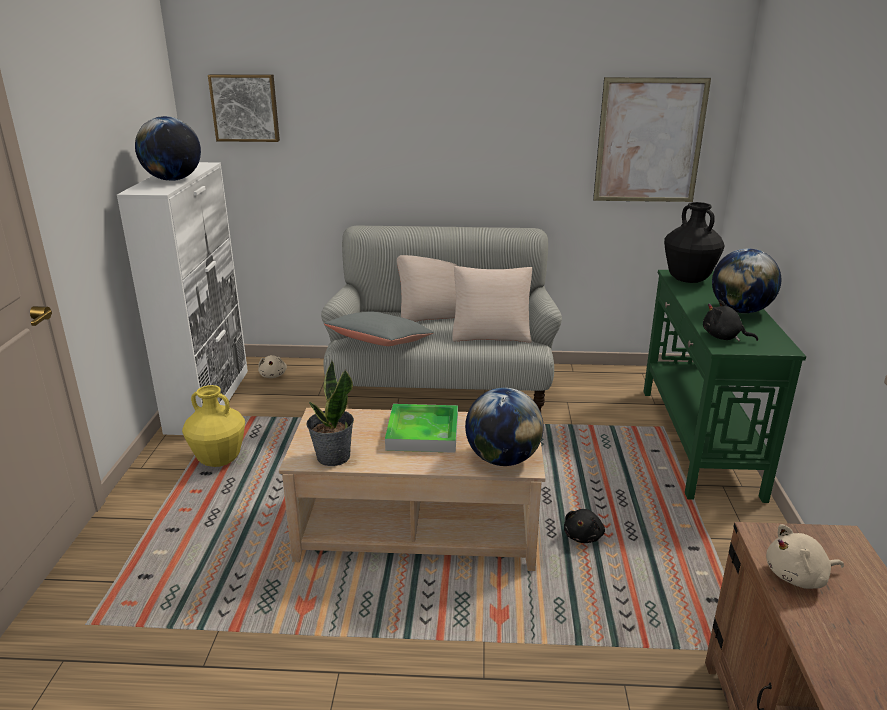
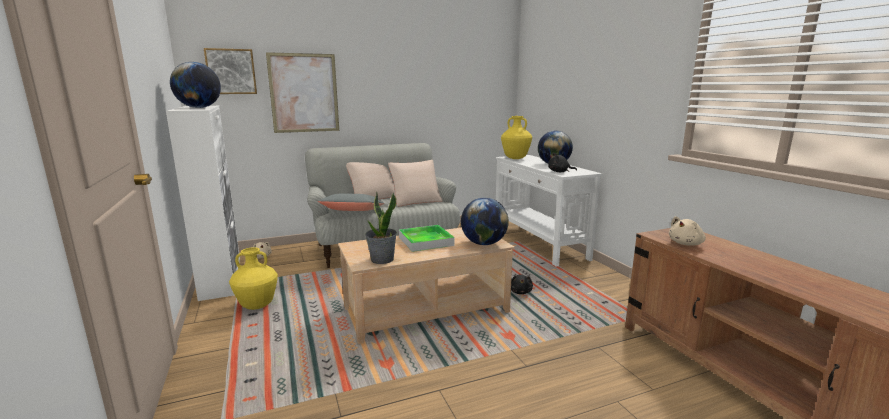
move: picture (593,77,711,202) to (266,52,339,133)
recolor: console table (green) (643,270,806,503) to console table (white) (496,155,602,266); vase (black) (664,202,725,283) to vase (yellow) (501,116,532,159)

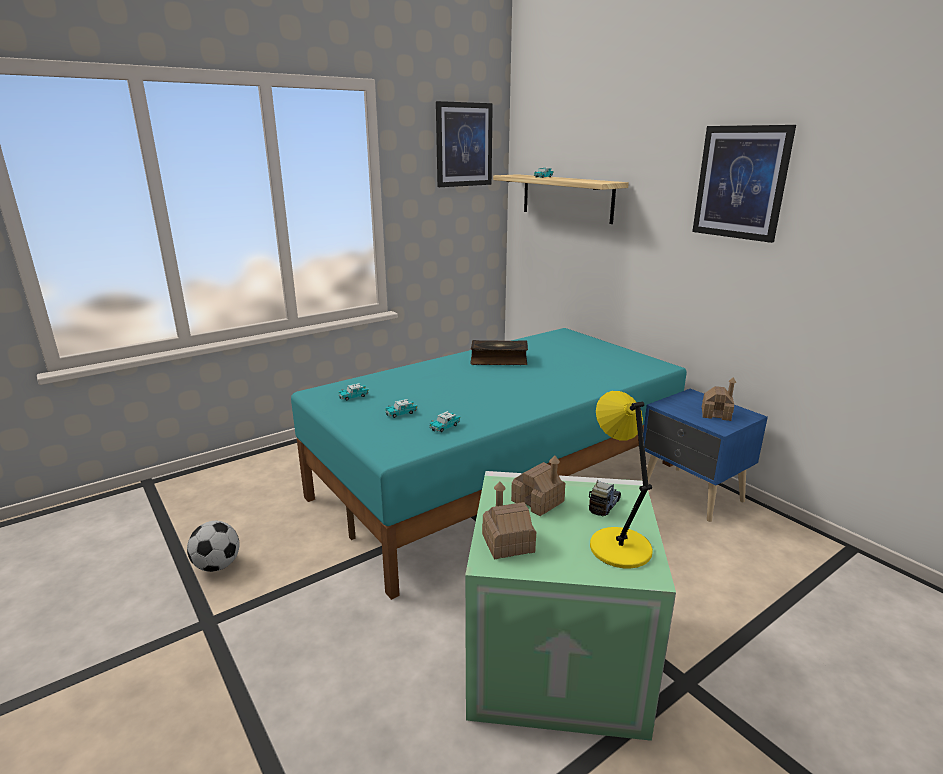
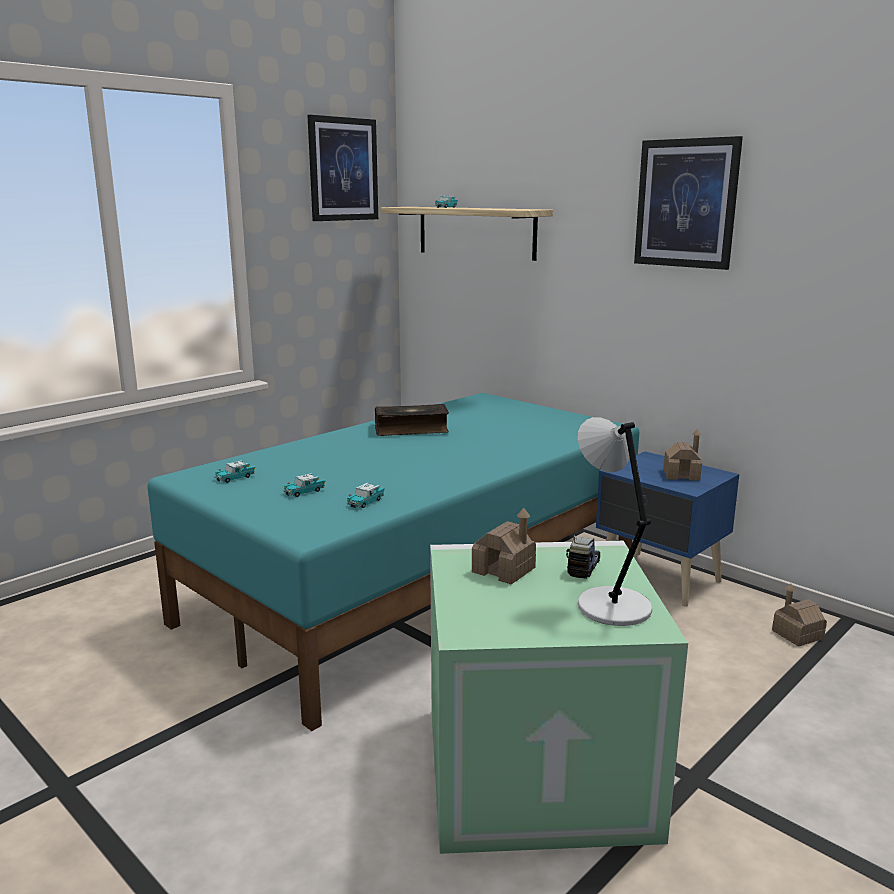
delete: football (187,521,240,572)
move: toy house (482,482,536,559) to (772,584,827,647)
recolor: table lamp (yellow) (590,391,653,568) to table lamp (grey) (578,417,652,626)

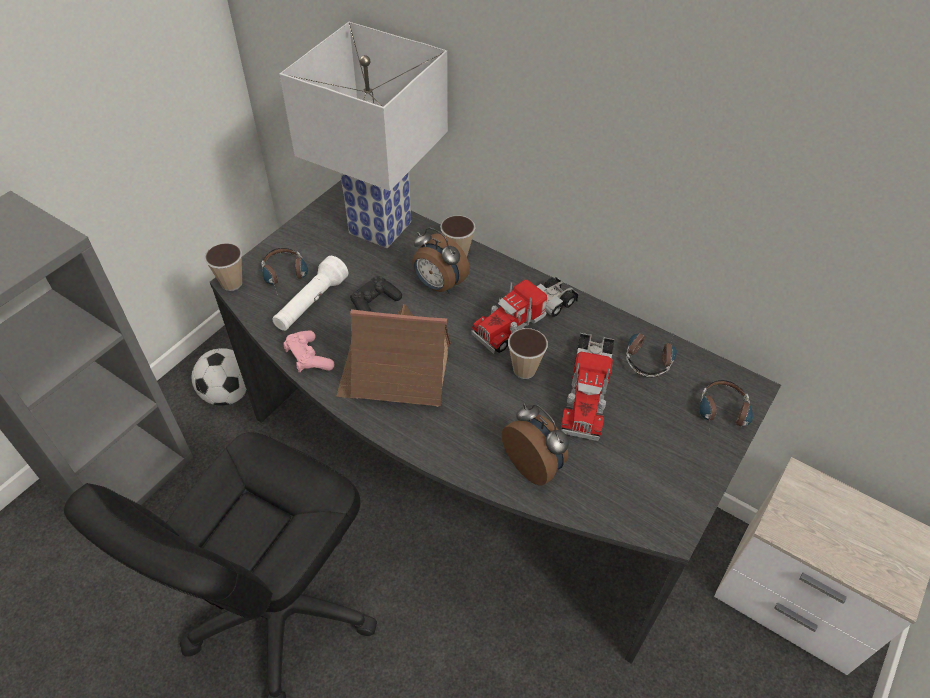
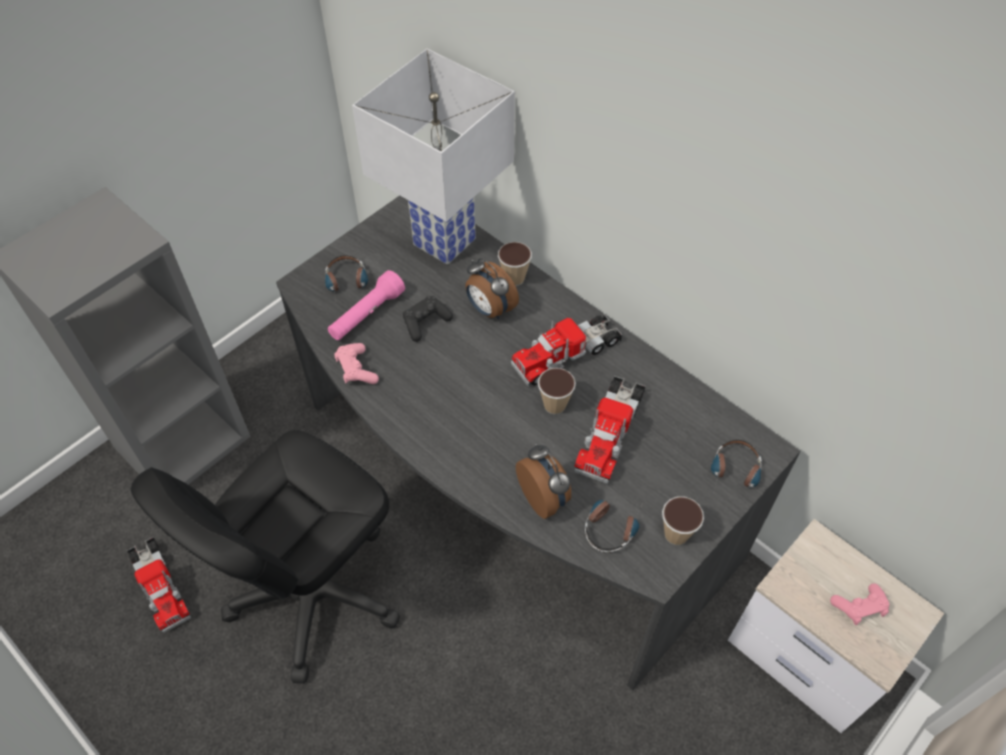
delete: football (192,348,247,406); toy house (336,304,451,407)
insert: toy truck (126,537,191,633); game controller (pink) (830,583,889,625)
move: headphones (626,333,677,378) to (585,500,645,553); cup (204,243,242,291) to (662,497,704,545)
recolor: flashlight (white) (273,256,348,331) to flashlight (pink) (328,270,405,340)

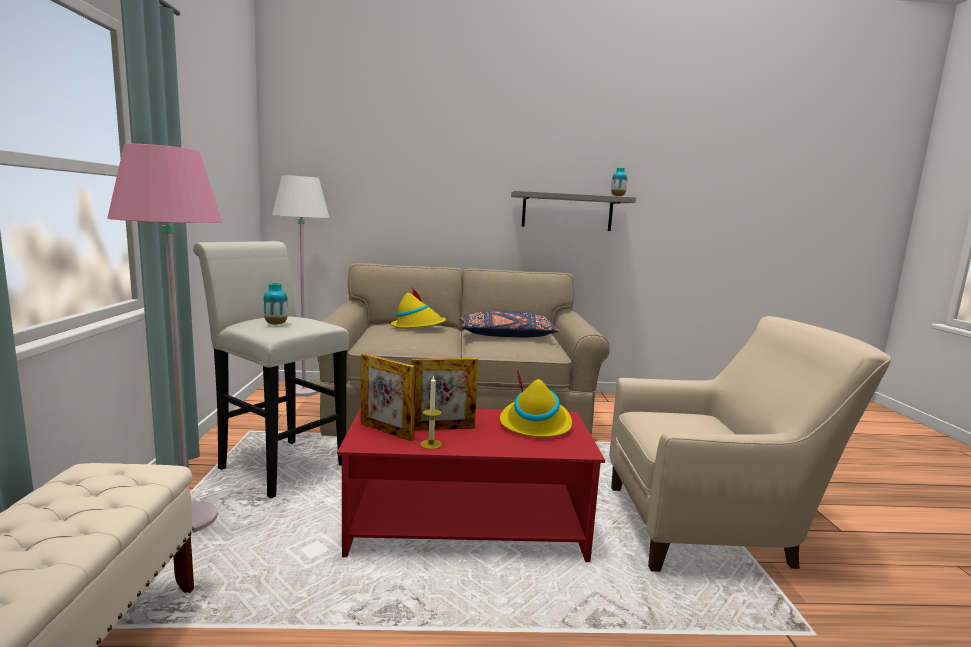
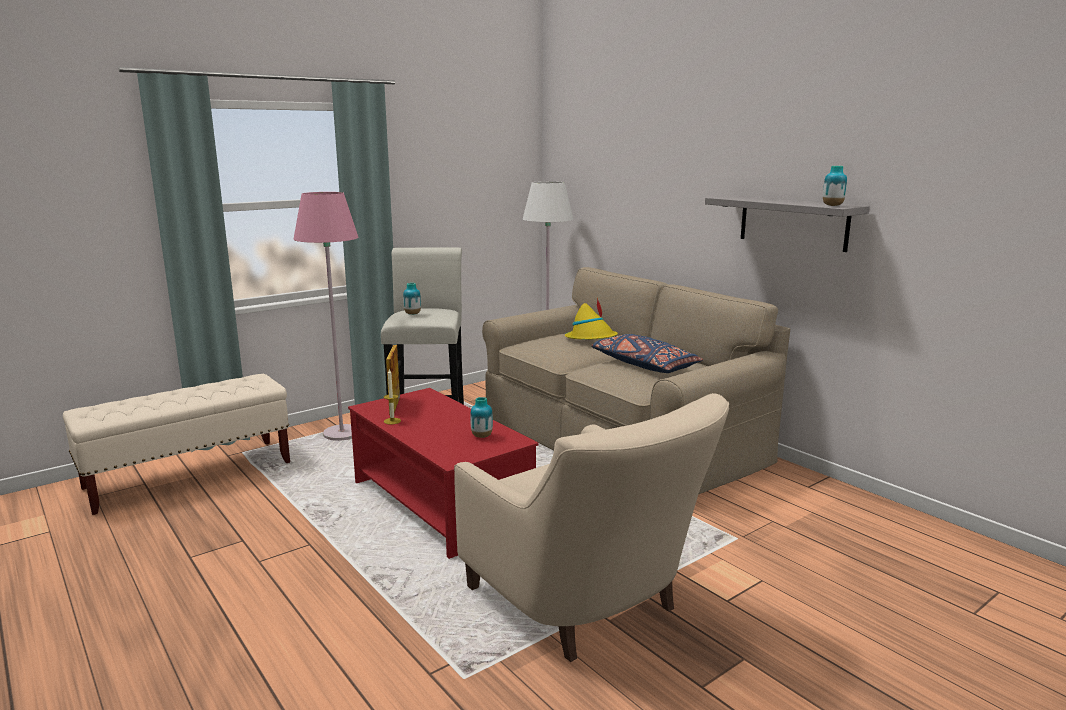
delete: picture frame (411,358,478,431)
replace: hat (yellow) (500,370,572,438) to vase (470,397,493,438)

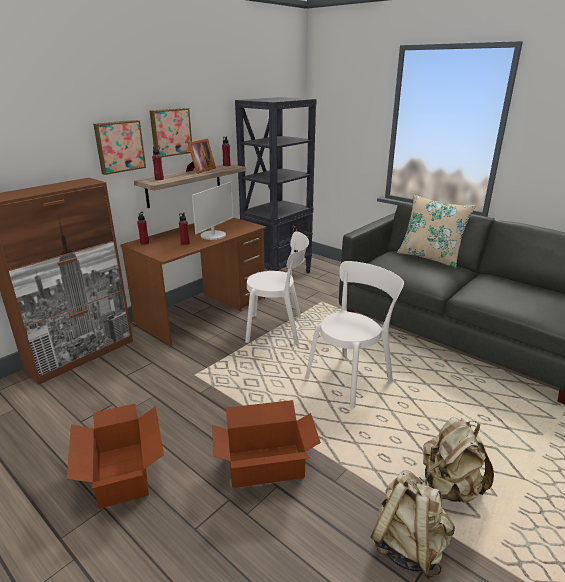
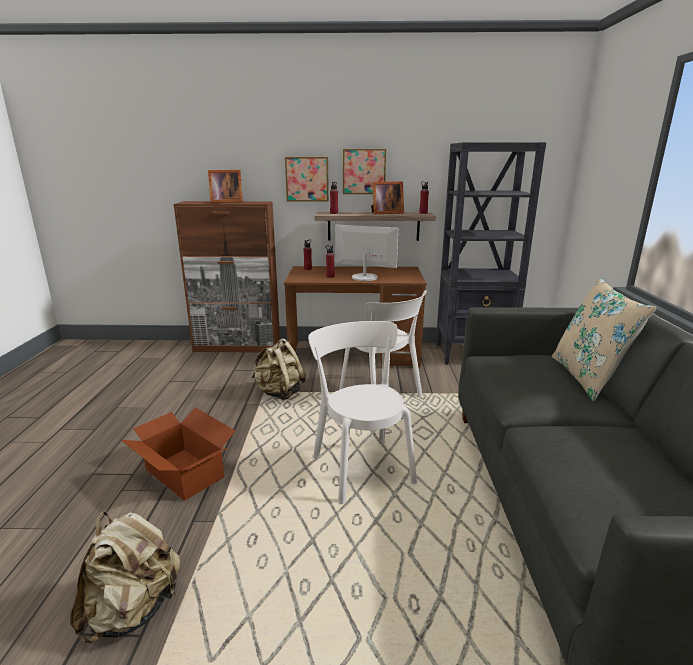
delete: cardboard box (67,403,164,509)
insert: picture frame (208,170,243,203)
move: backpack (beige) (423,417,494,503) to (252,338,306,401)
rotate: chair (white) (305,261,404,408) = (308,321,417,504) 120 degrees counterclockwise; monitor (192,182,234,240) = (335,225,398,281) 150 degrees counterclockwise

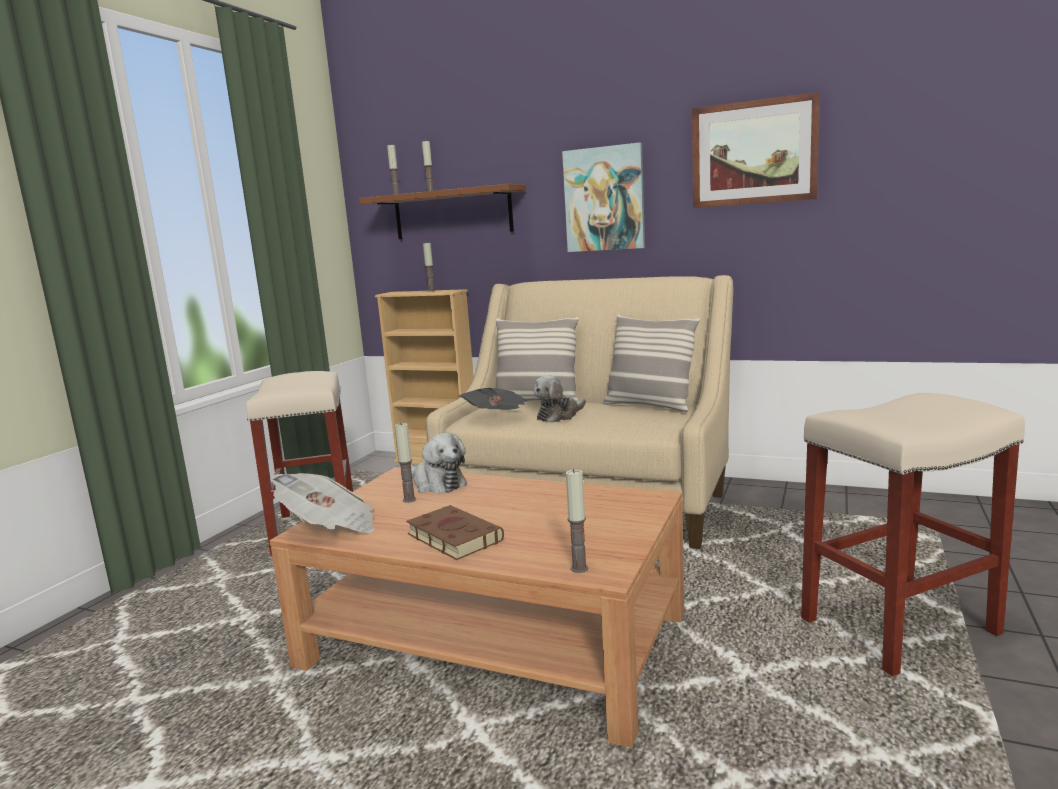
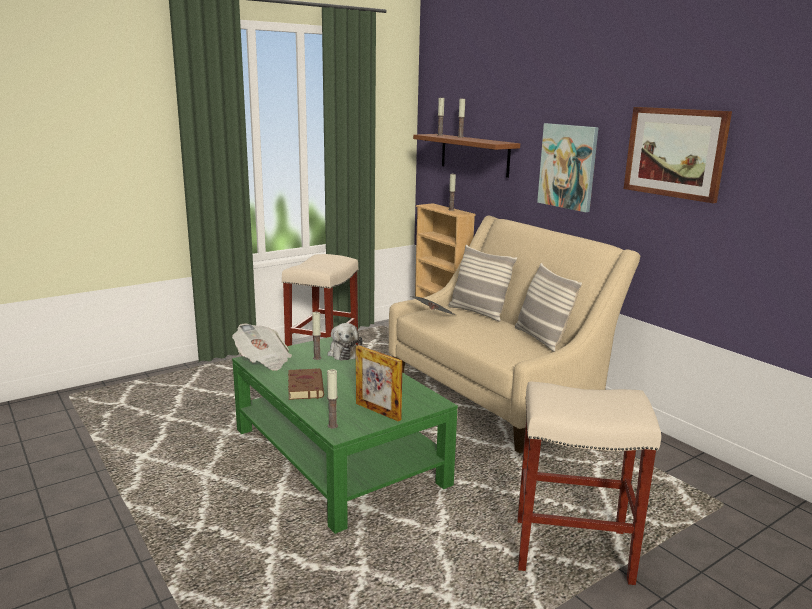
delete: plush toy (534,375,586,423)
insert: picture frame (356,345,403,422)
recolor: coffee table (brown) (270,467,684,748) to coffee table (green) (232,337,458,534)

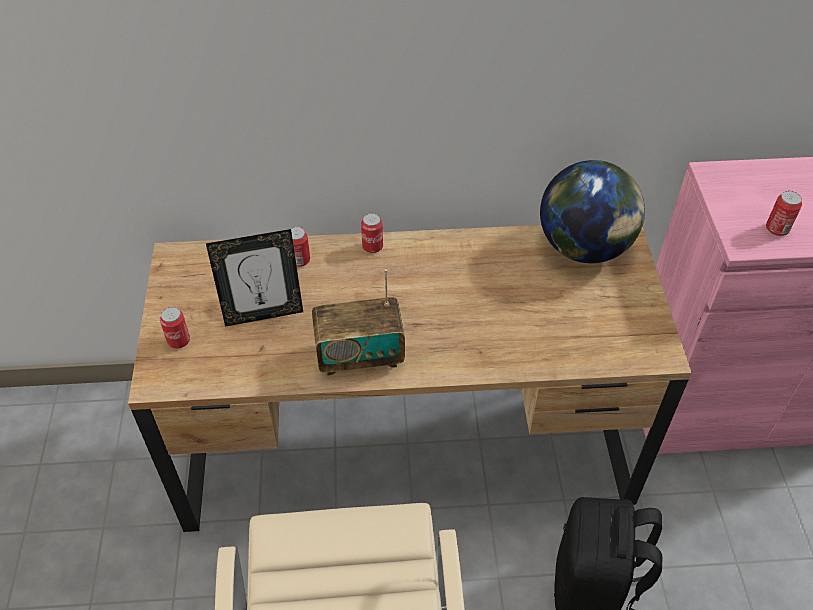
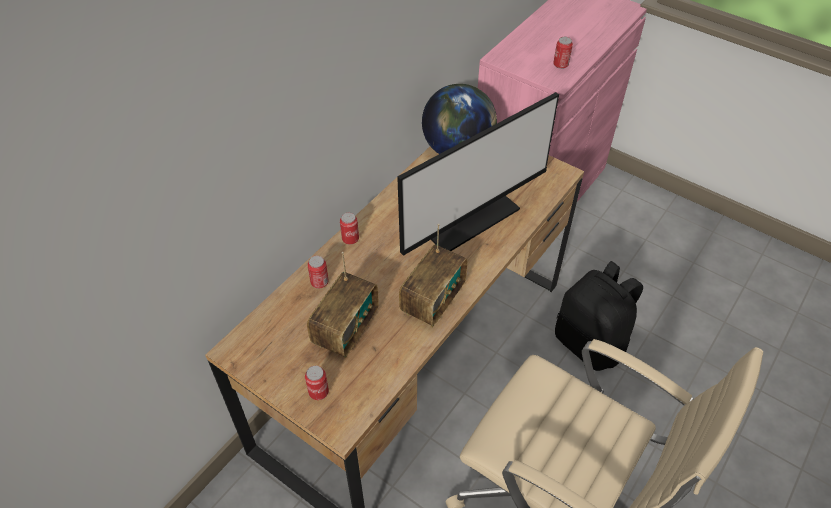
insert: monitor (397,92,559,256)
replace: picture frame (206,229,303,327) to radio (307,252,379,358)

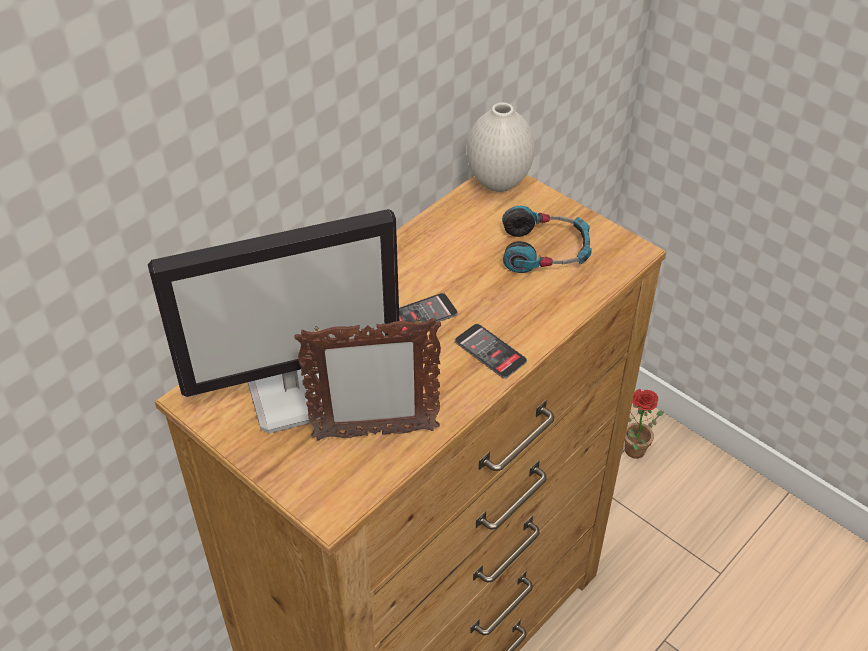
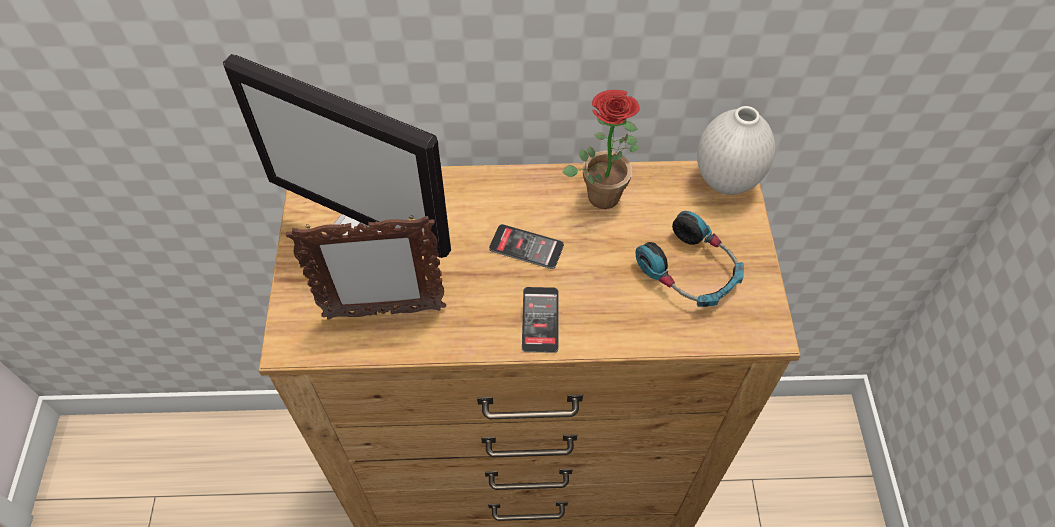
move: potted plant (624,389,664,459) to (562,90,640,209)
rotate: picture frame (294,317,441,440) = (286,215,446,320) 45 degrees counterclockwise

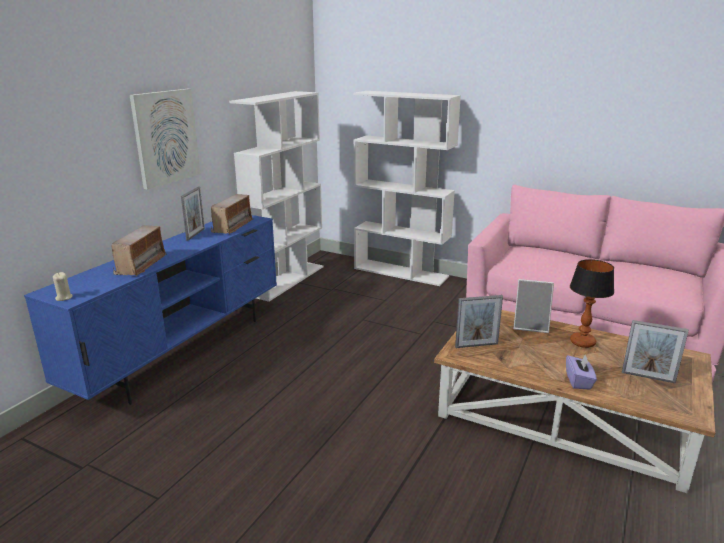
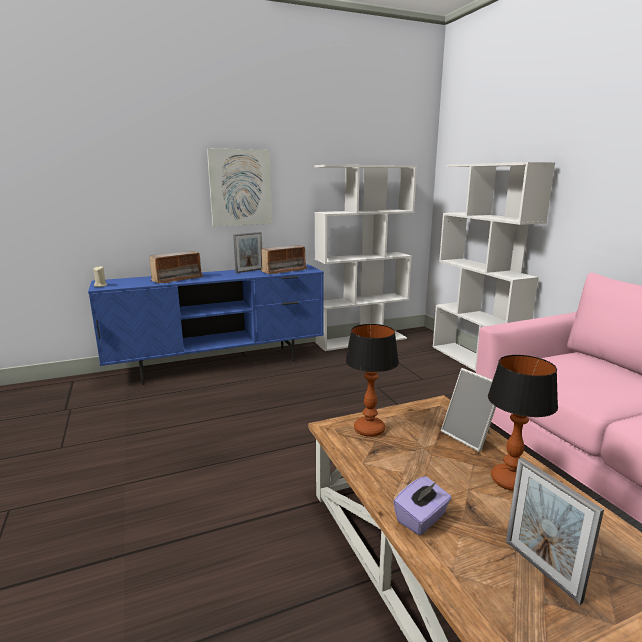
replace: picture frame (455,295,503,348) to table lamp (345,324,399,437)

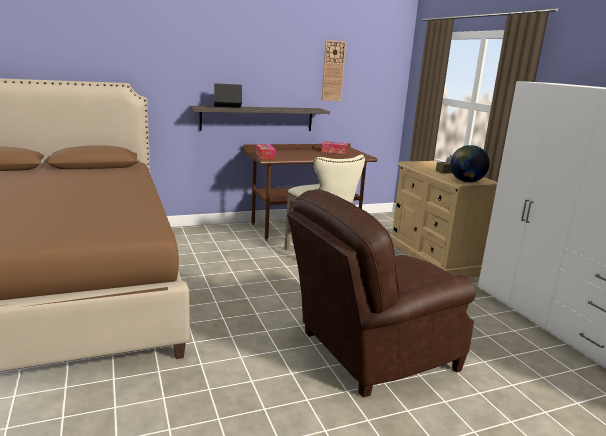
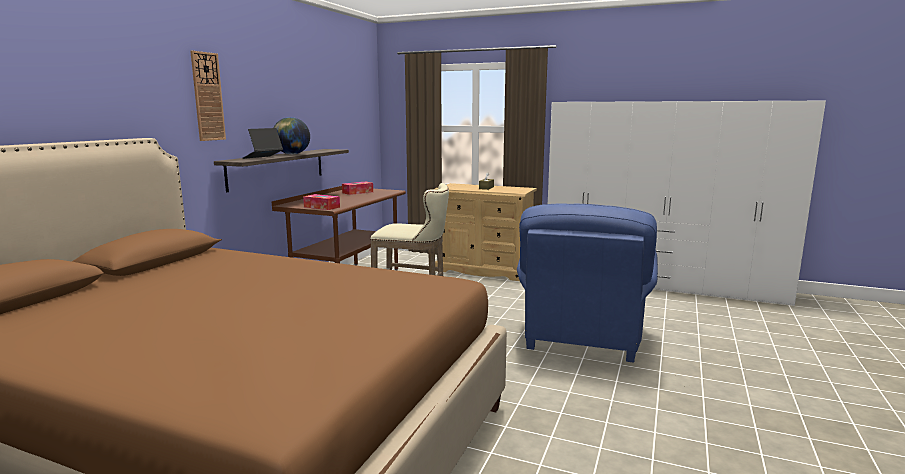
move: wall clock (322,40,346,101) to (190,51,226,141); globe (450,145,490,182) to (274,117,310,154)
recolor: armchair (brown) (287,189,476,398) to armchair (blue) (517,204,658,363)

